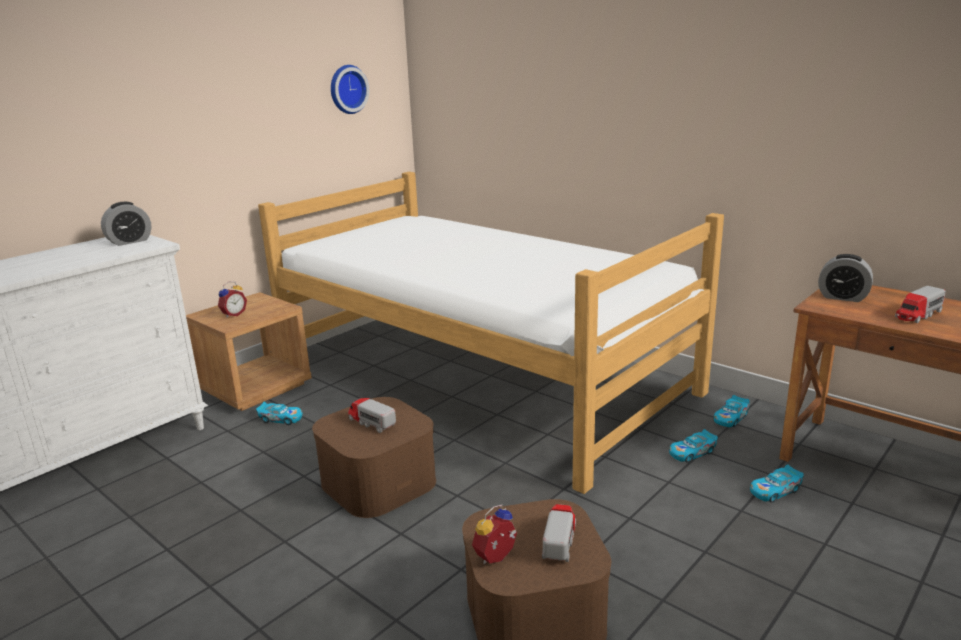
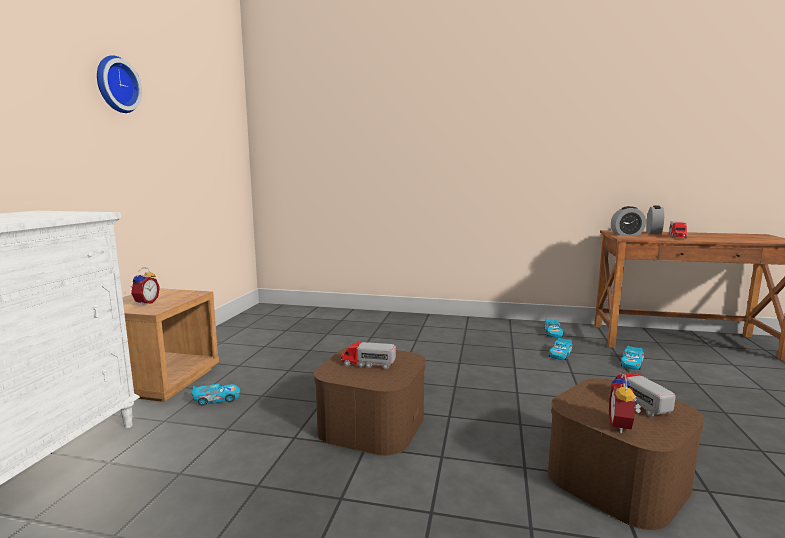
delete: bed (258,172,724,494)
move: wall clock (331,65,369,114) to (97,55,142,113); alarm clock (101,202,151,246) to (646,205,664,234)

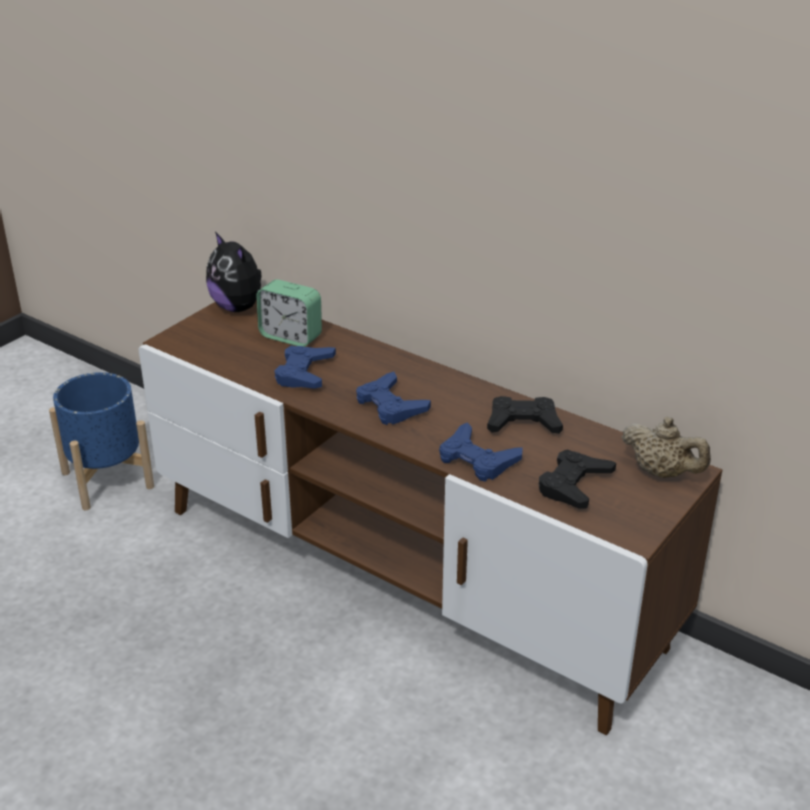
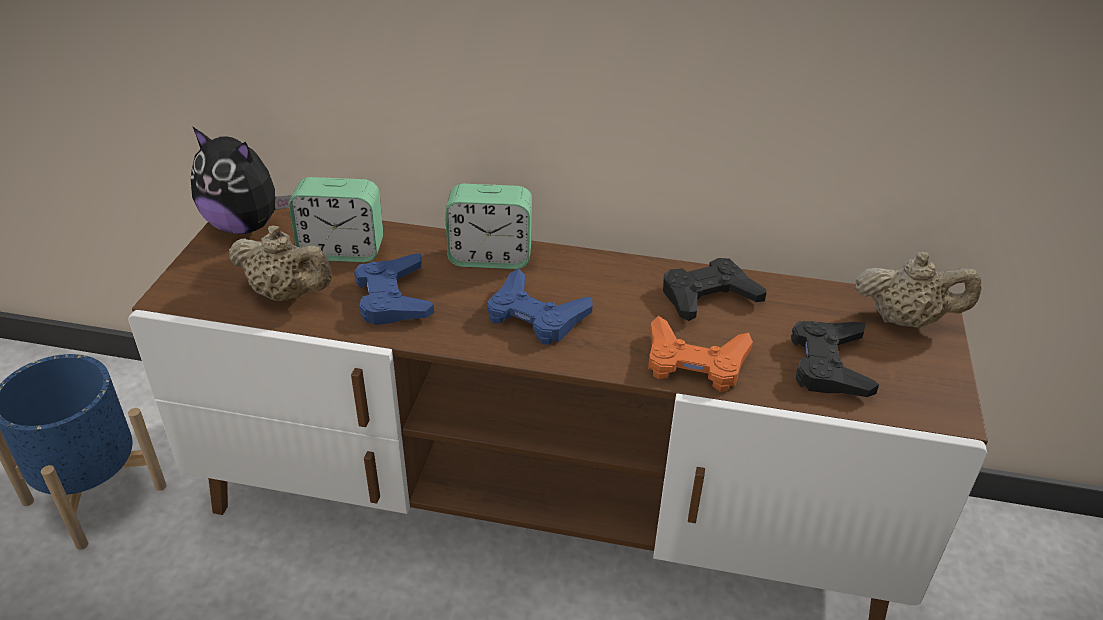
insert: teapot (beige) (229,225,332,301); alarm clock (445,184,532,269)
recolor: game controller (blue) (439,422,523,482) to game controller (orange) (648,316,753,392)

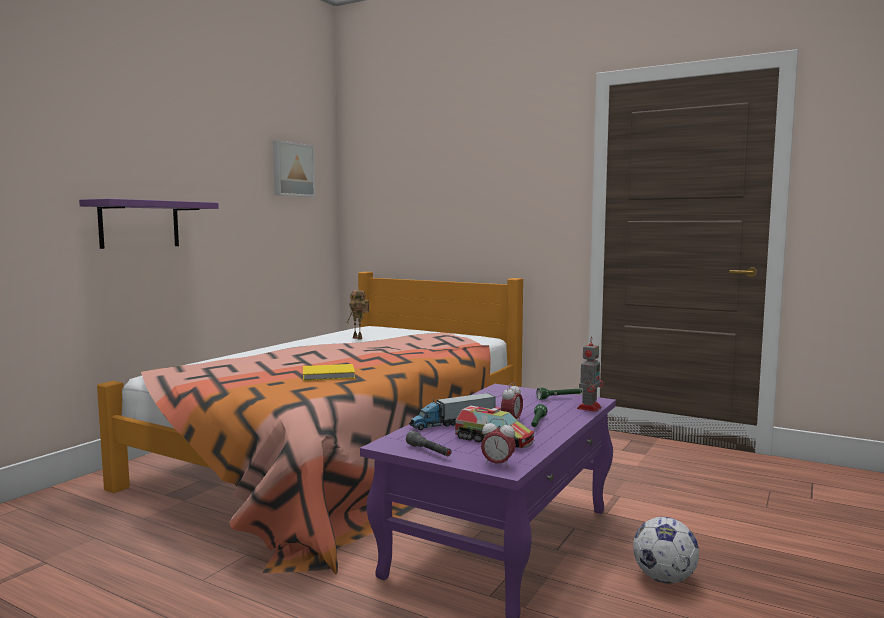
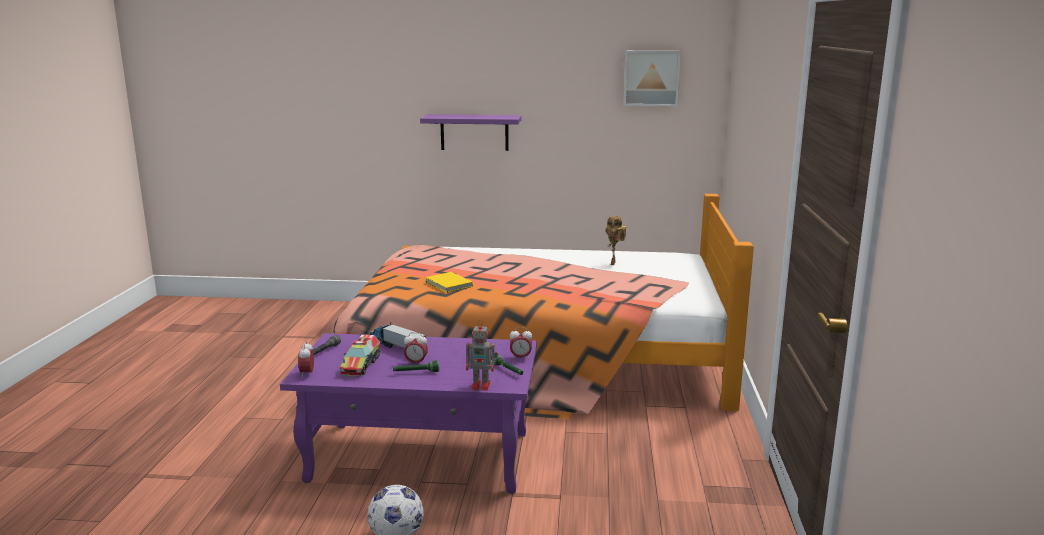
insert: alarm clock (509,327,532,359)

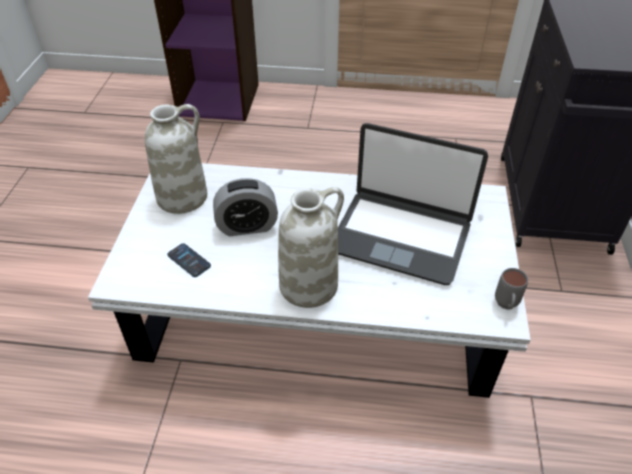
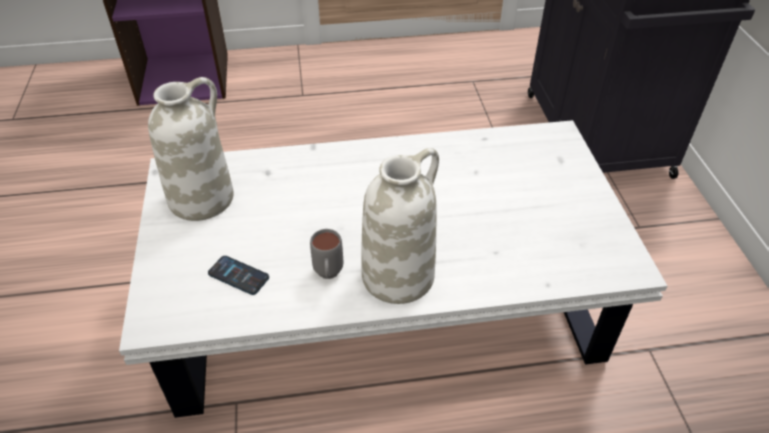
delete: alarm clock (213,178,278,236); laptop (338,123,488,285)
move: mug (grey) (495,268,528,309) to (310,229,343,279)

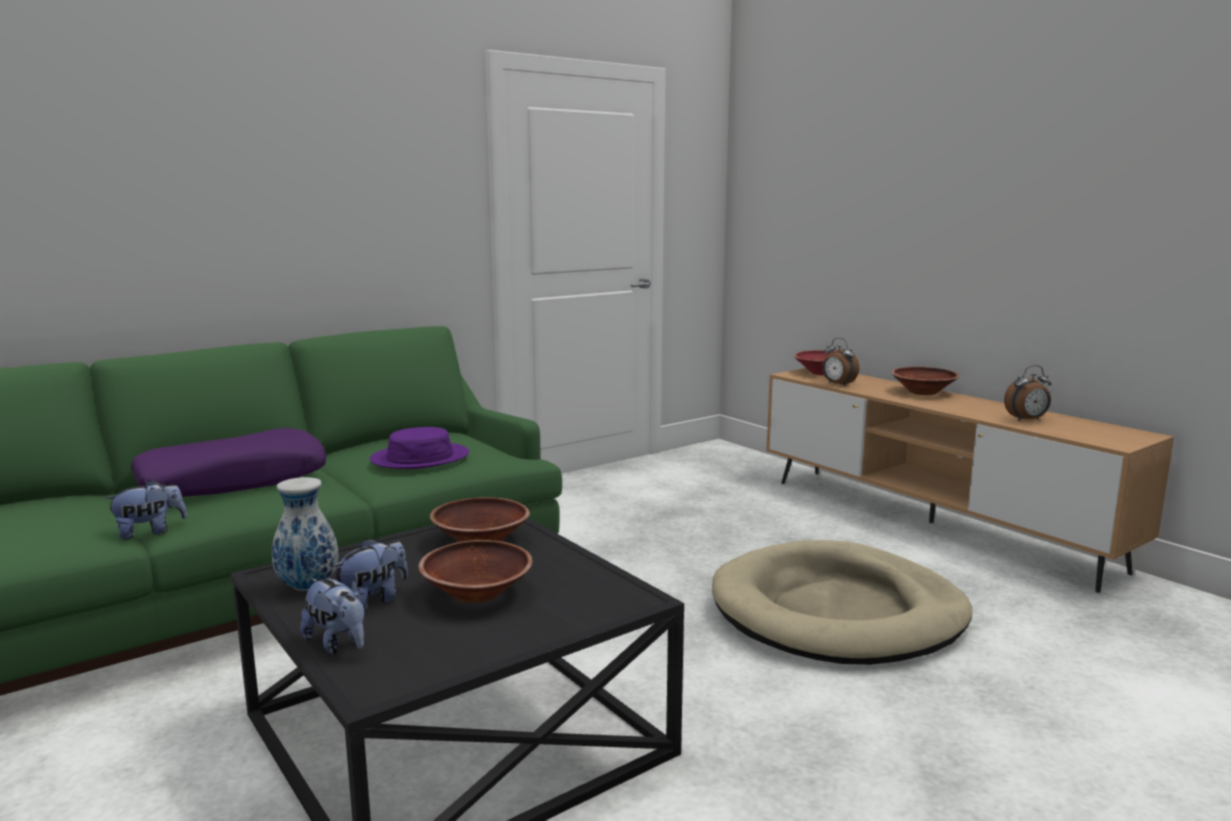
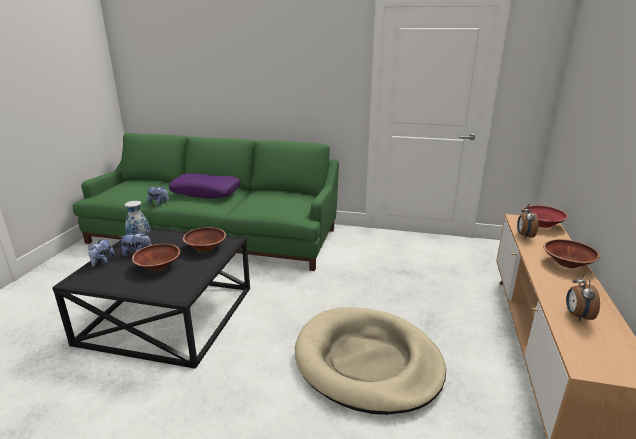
delete: hat (purple) (370,427,469,469)
rotate: alarm clock (1004,365,1052,421) = (566,274,600,321) 60 degrees clockwise

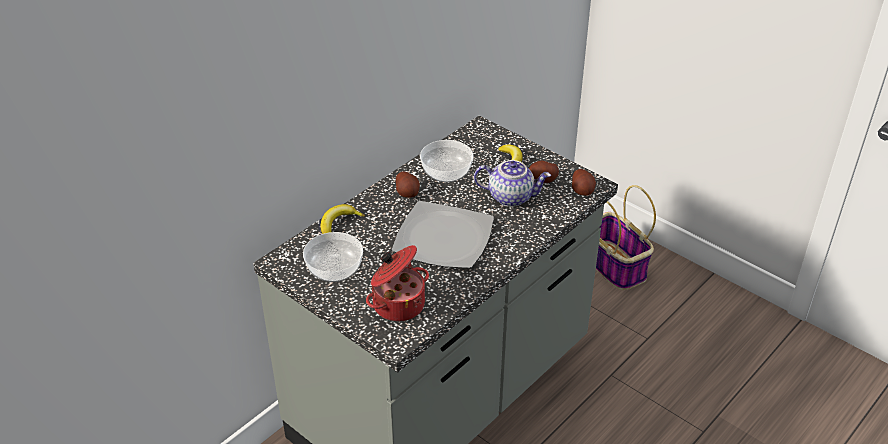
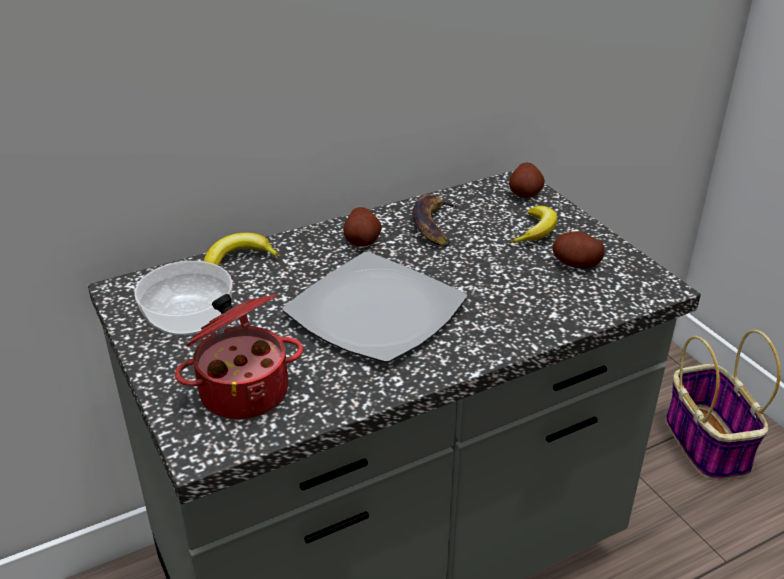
delete: teapot (474,160,551,207)
move: potato (572,169,596,196) to (509,163,545,198)
replace: bowl (420,140,474,182) to banana (412,194,458,247)

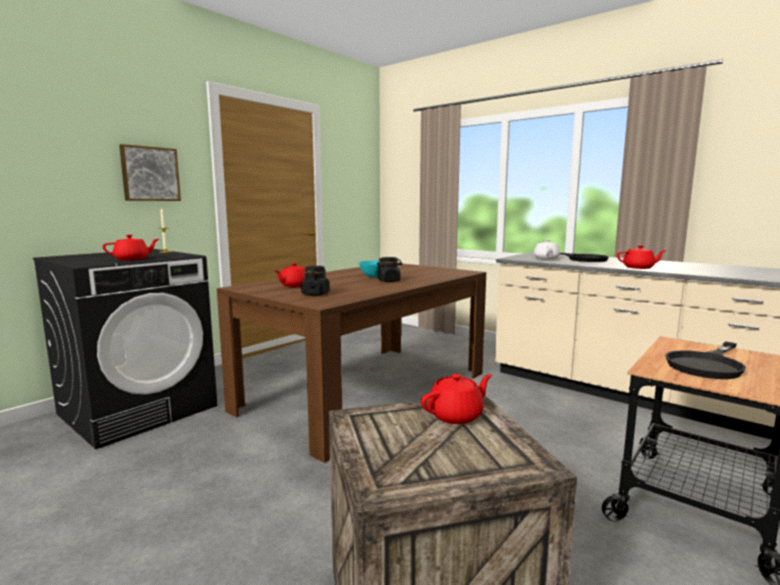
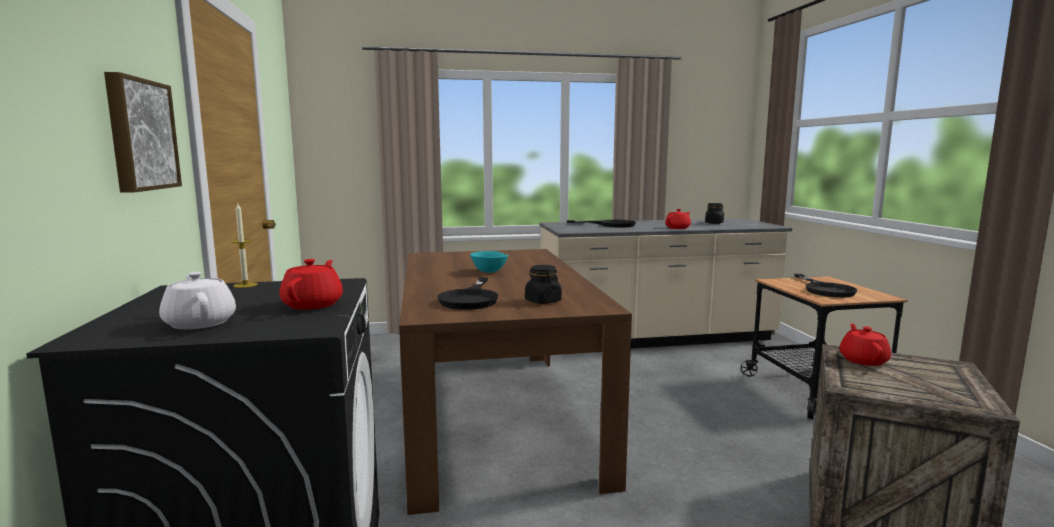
move: teapot (white) (534,239,560,259) to (159,272,236,330); jar (black) (376,257,402,282) to (705,203,724,224)
replace: teapot (red) (274,263,305,287) to frying pan (black) (437,277,499,310)

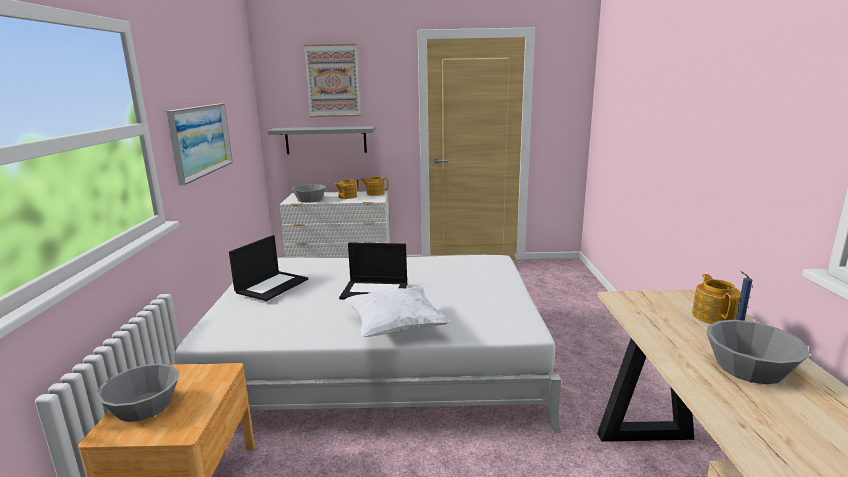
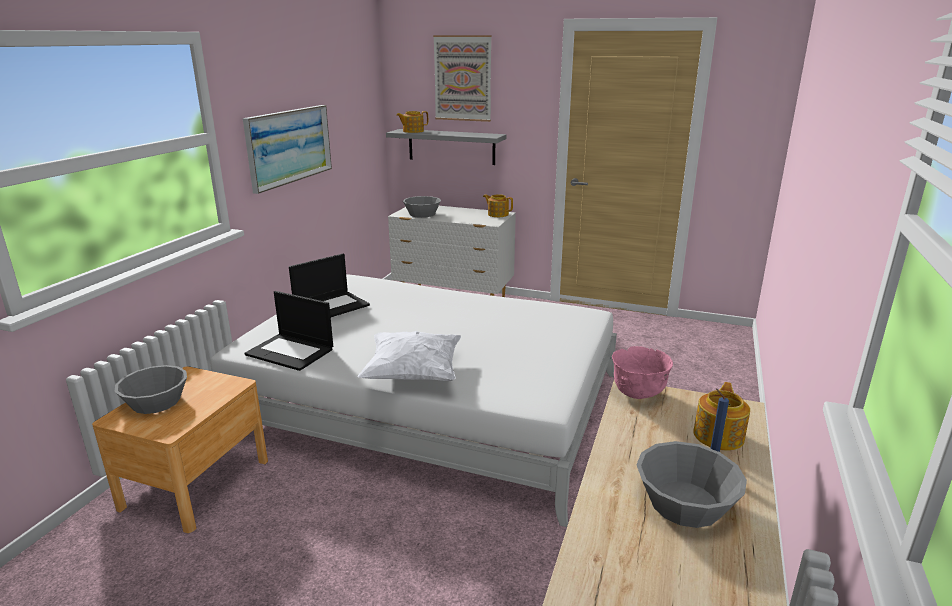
insert: bowl (pink) (612,346,673,399)
move: laptop (339,242,407,300) to (244,291,333,371); teapot (334,179,359,199) to (396,111,428,133)

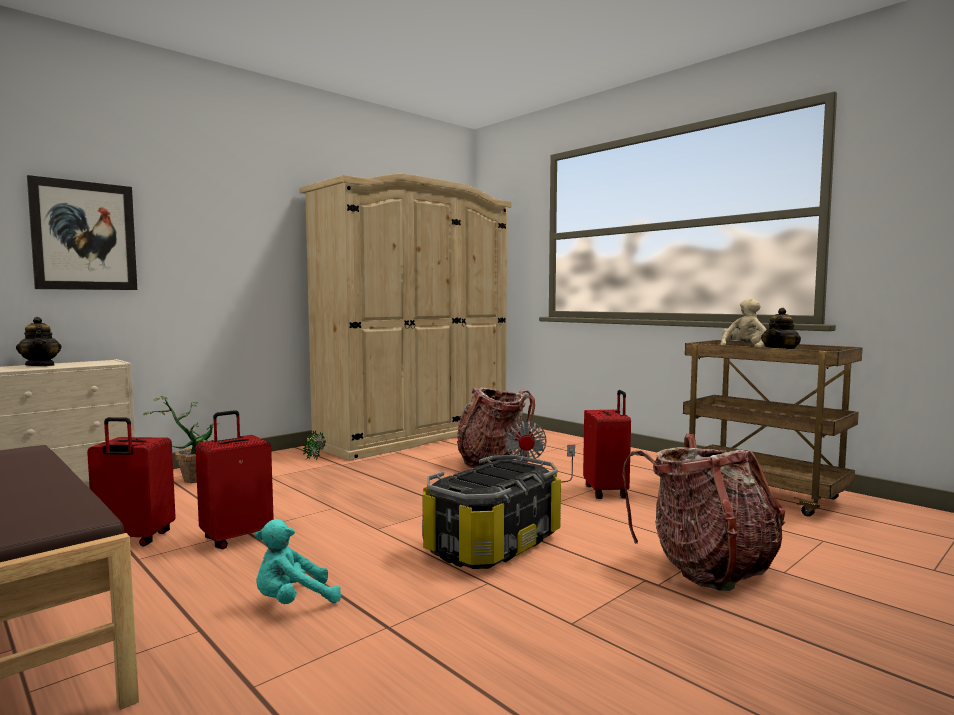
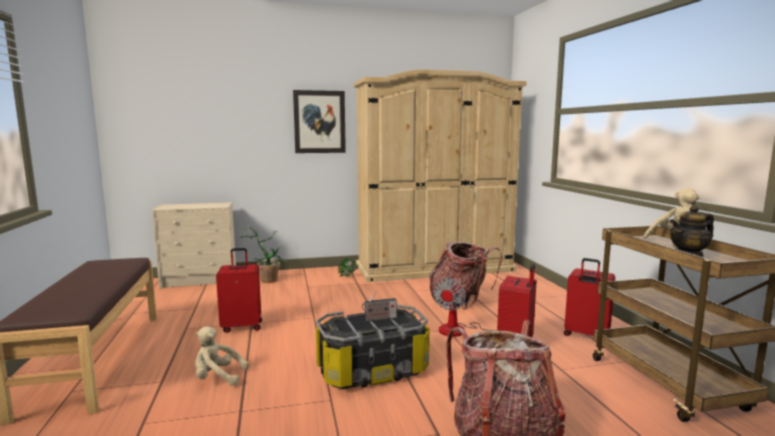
delete: teapot (16,317,61,366)
insert: radio (362,291,397,321)
move: picture (27,175,137,290) to (293,90,346,153); suitcase (red) (87,417,176,546) to (564,258,615,336)
recolor: plush toy (turquoise) (255,519,341,604) to plush toy (beige) (195,326,249,386)

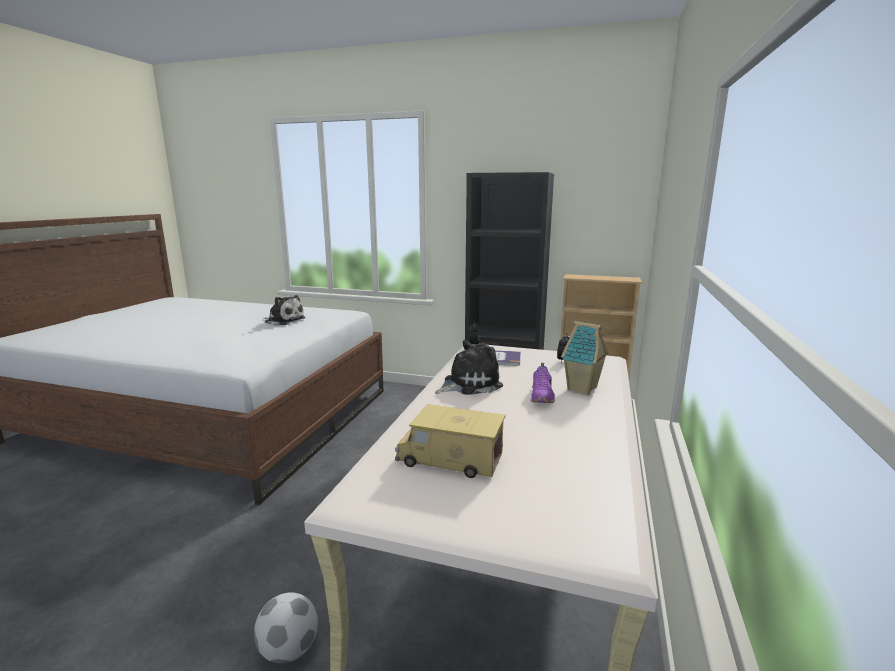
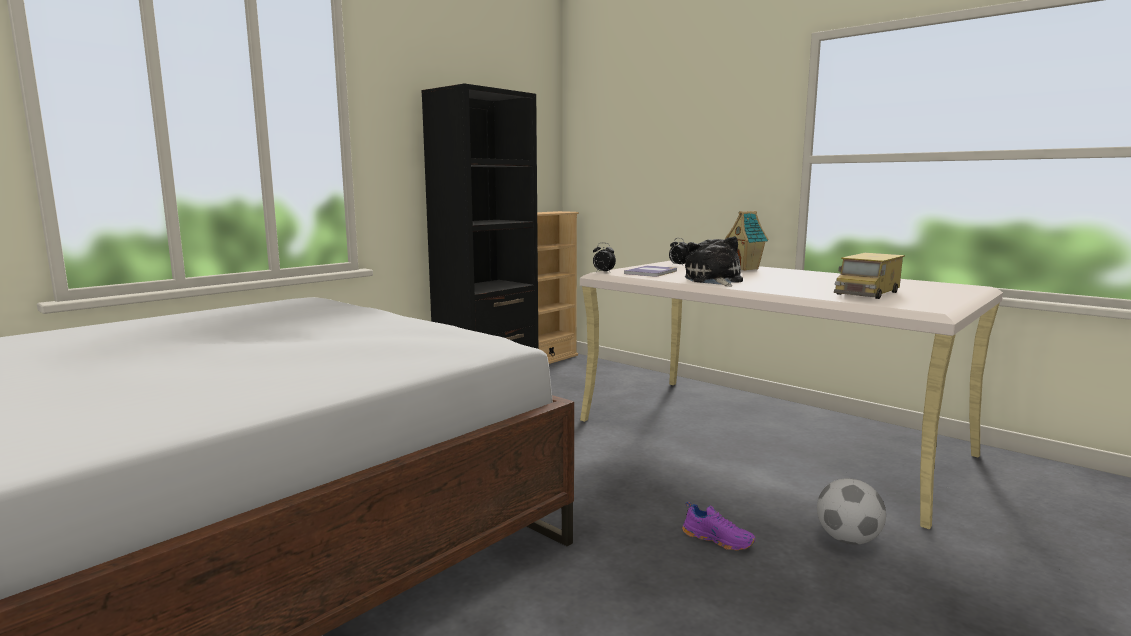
delete: plush toy (262,295,305,325)
move: shoe (purple) (531,363,555,403) to (682,501,755,551)

